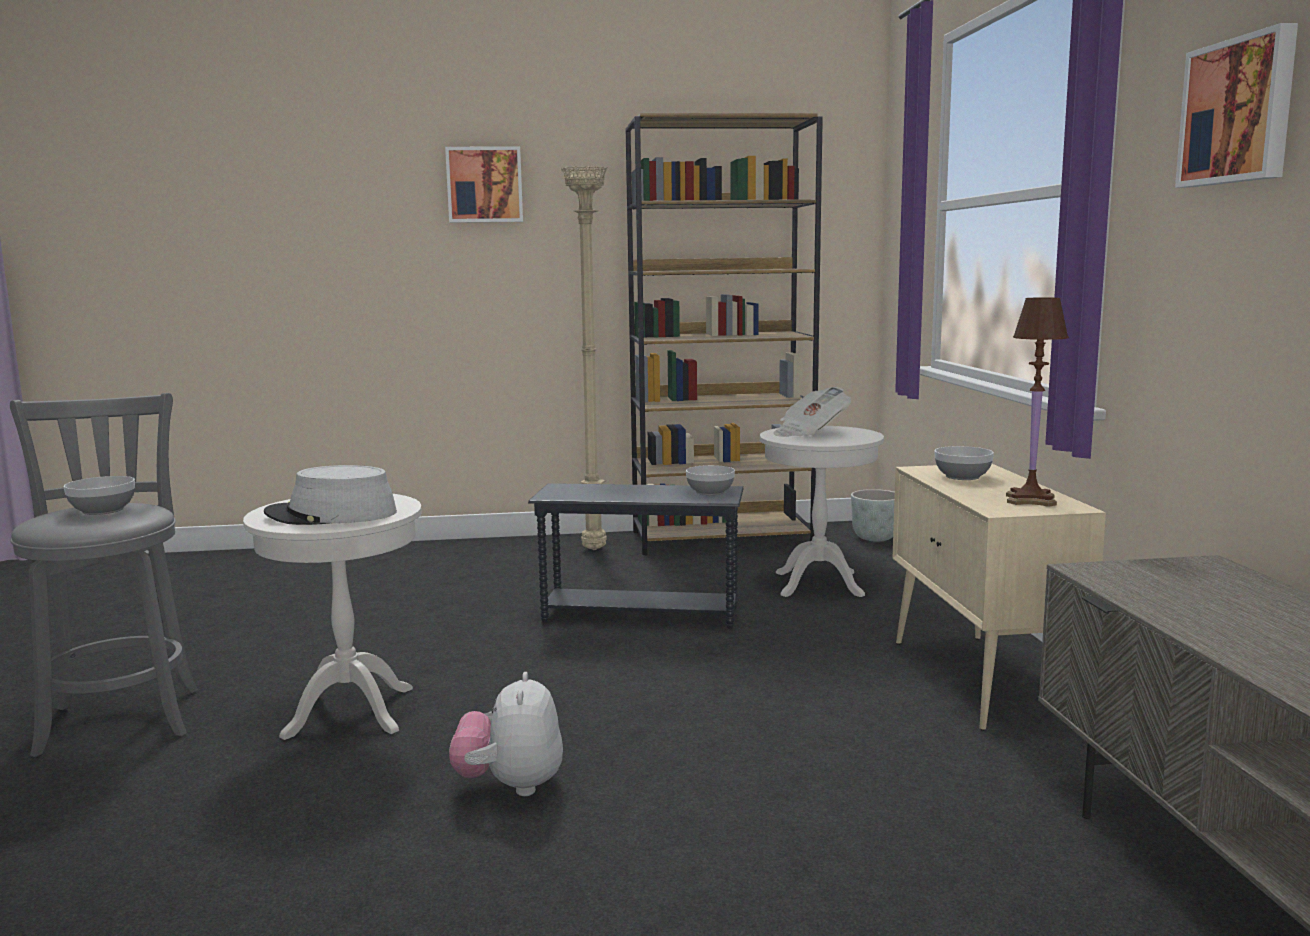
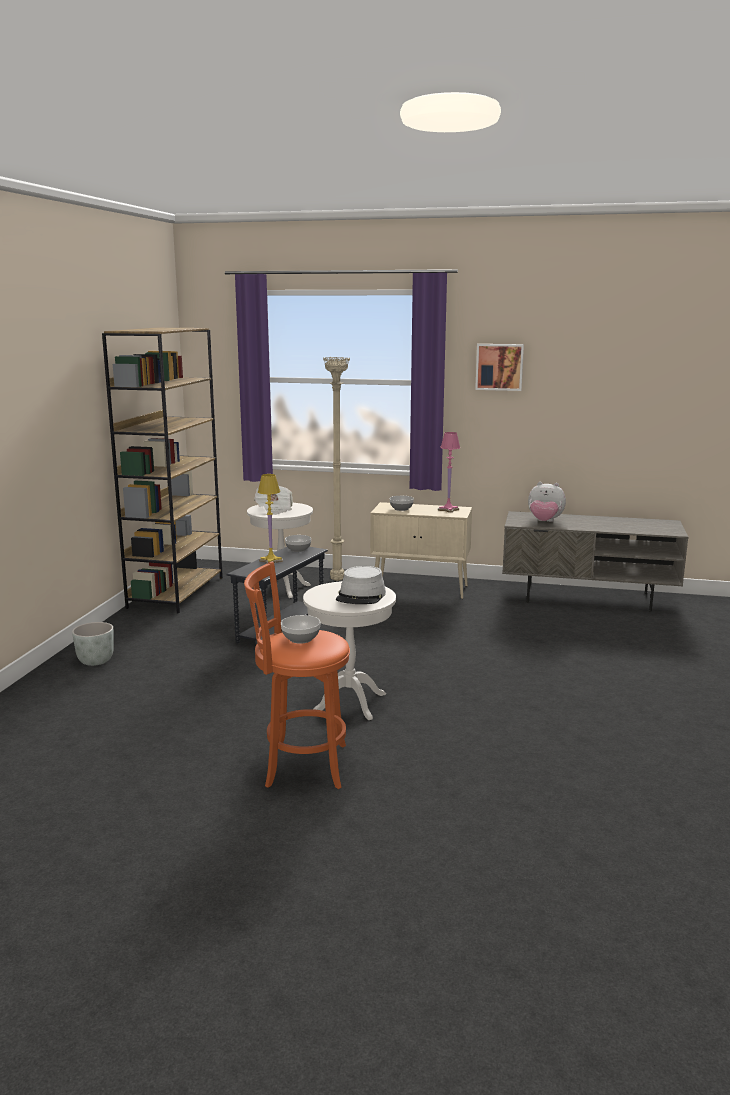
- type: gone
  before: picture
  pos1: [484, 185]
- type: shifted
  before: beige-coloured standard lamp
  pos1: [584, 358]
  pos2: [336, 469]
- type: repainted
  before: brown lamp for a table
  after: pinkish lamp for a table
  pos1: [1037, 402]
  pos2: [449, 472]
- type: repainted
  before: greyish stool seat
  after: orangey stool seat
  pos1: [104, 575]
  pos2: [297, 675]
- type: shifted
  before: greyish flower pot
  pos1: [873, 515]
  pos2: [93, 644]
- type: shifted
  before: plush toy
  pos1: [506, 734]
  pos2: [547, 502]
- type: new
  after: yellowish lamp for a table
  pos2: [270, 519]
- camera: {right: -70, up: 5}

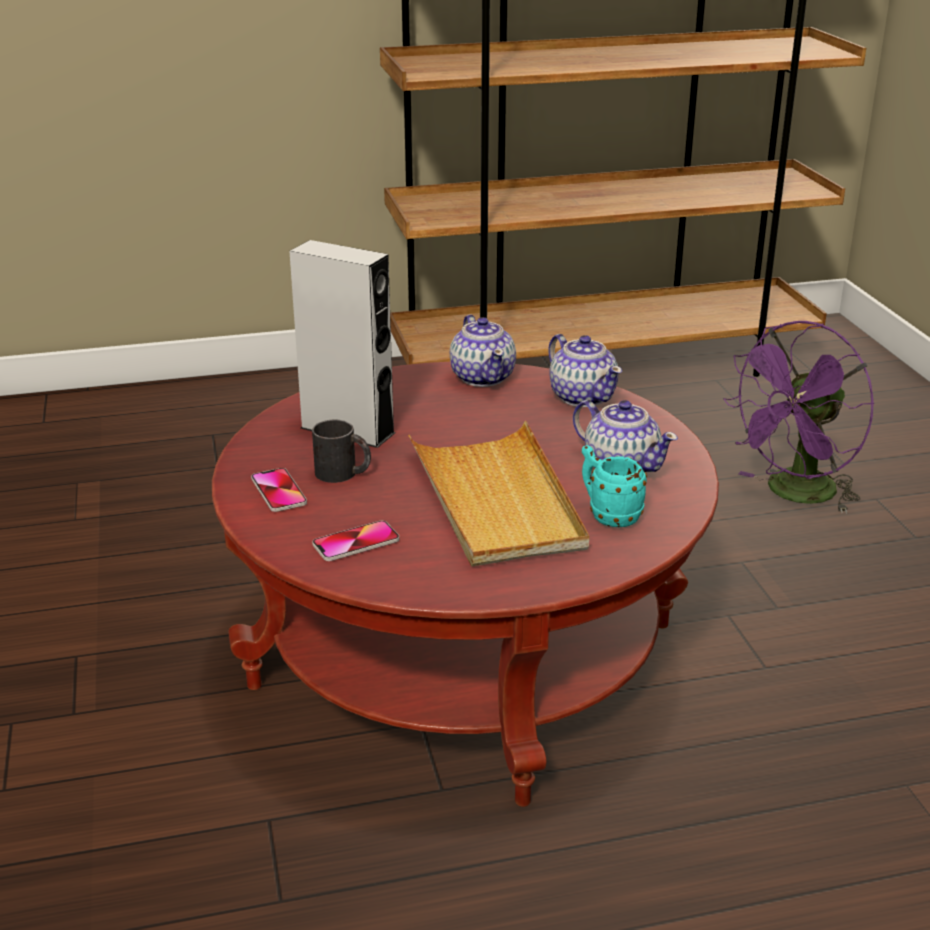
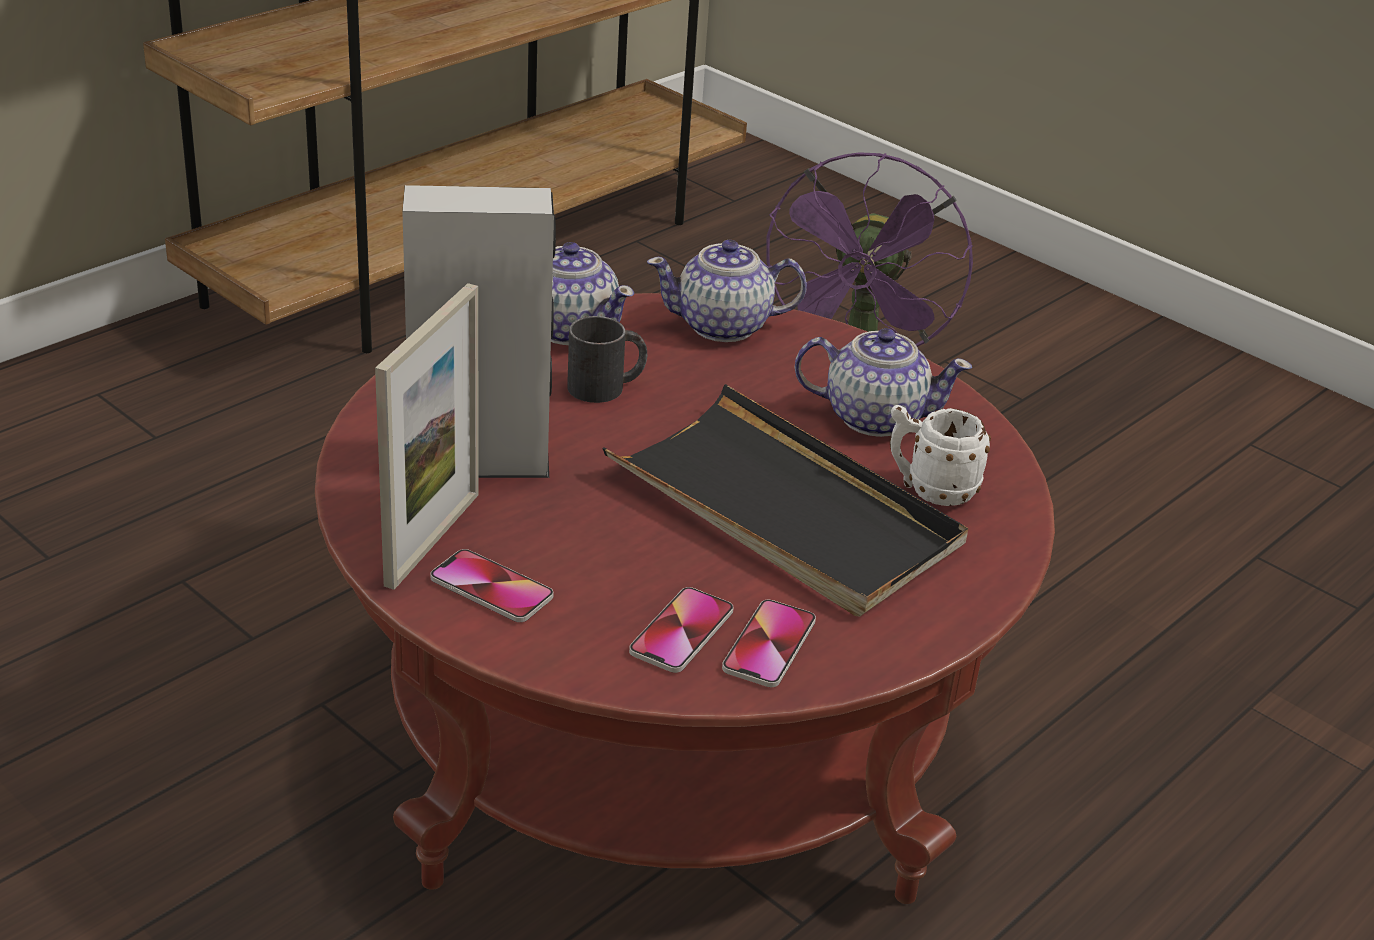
- type: rotated
  before: pot for tea
  pos1: [585, 370]
  pos2: [727, 291]
  turn: 150
- type: shifted
  before: black-coloured tea mug
  pos1: [341, 451]
  pos2: [607, 359]
- type: repainted
  before: beige-coloured serving tray
  after: black-coloured serving tray
  pos1: [498, 494]
  pos2: [785, 500]
- type: repainted
  before: turquoise-coloured tea mug
  after: white tea mug
  pos1: [614, 486]
  pos2: [940, 455]
- type: new
  after: picture frame
  pos2: [427, 436]
- type: new
  after: phone
  pos2: [769, 643]
- camera: {right: -35, up: 5}

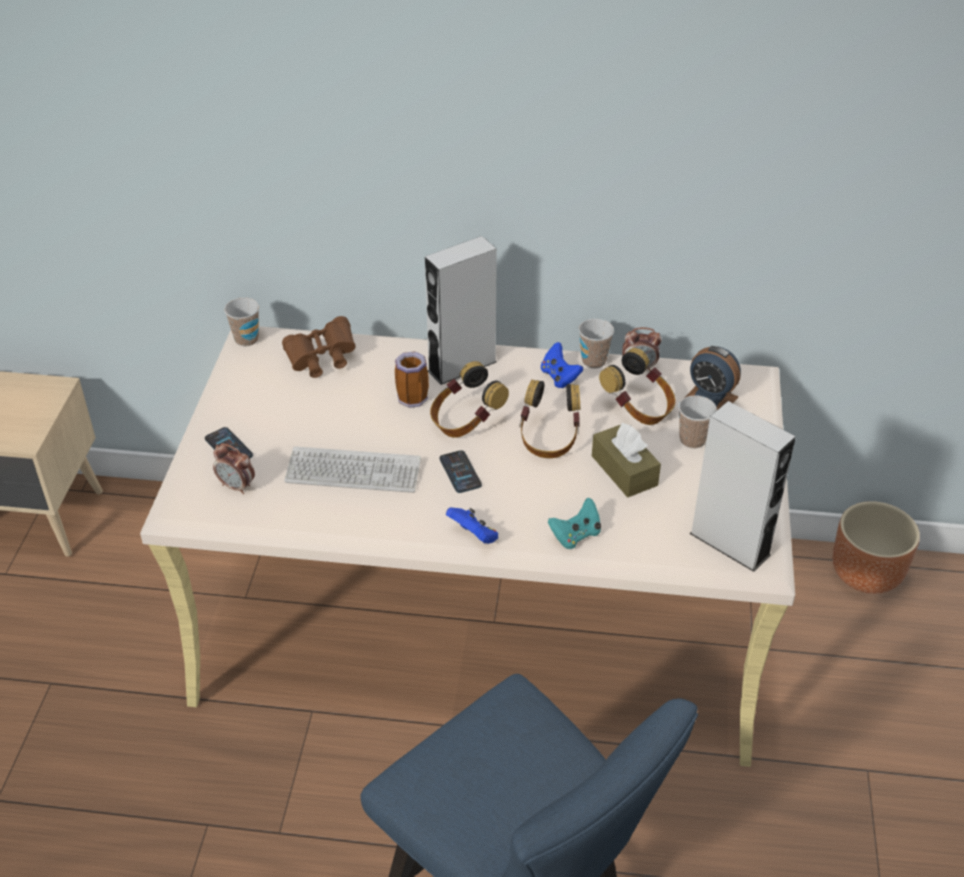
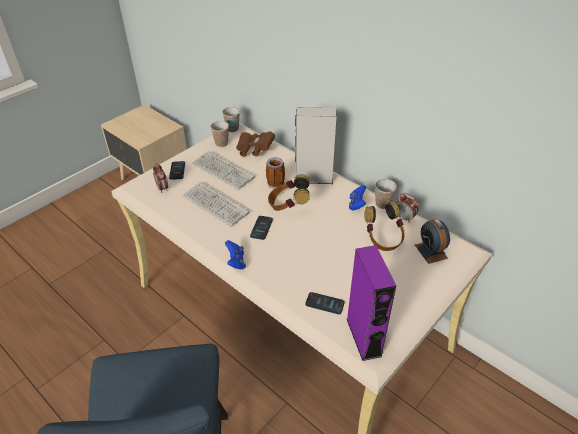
- type: gone
  before: headphones
  pos1: [550, 419]
- type: shifted
  before: small cup
  pos1: [697, 422]
  pos2: [219, 134]
- type: repainted
  before: greyish speaker
  after: purplish speaker
  pos1: [742, 486]
  pos2: [371, 303]
- type: gone
  before: brown tissue box
  pos1: [626, 460]
- type: gone
  before: turquoise-coloured game controller
  pos1: [574, 523]
- type: gone
  before: brown flower pot
  pos1: [876, 547]
- type: new
  after: PC keyboard
  pos2: [223, 170]
- type: new
  after: phone
  pos2: [325, 303]
- camera: {right: 35, up: 0}

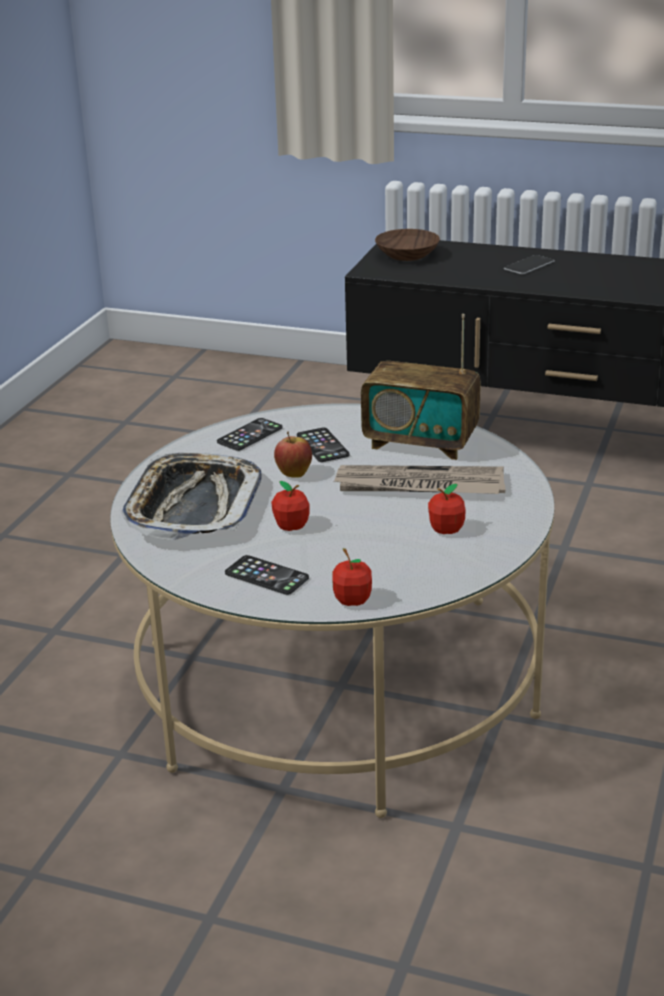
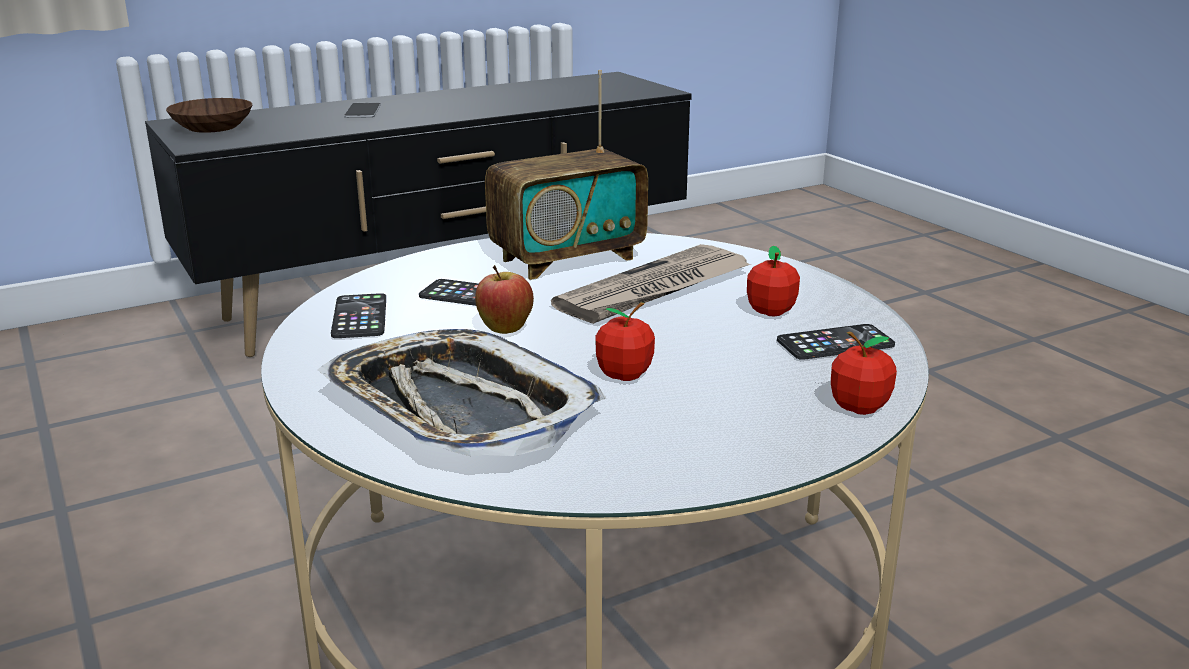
- type: shifted
  before: phone
  pos1: [267, 575]
  pos2: [836, 342]
- camera: {right: -50, up: -5}

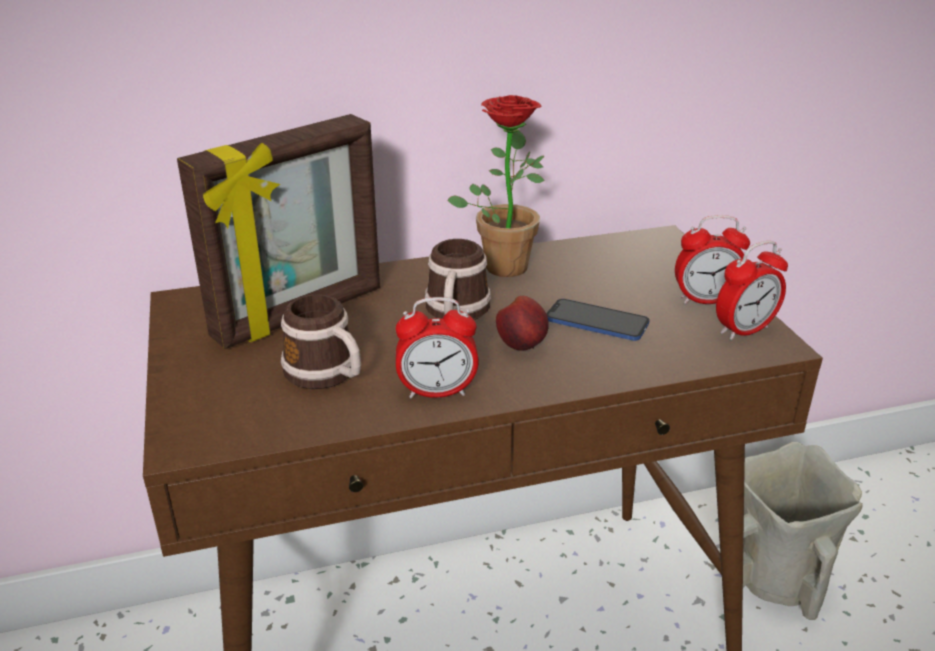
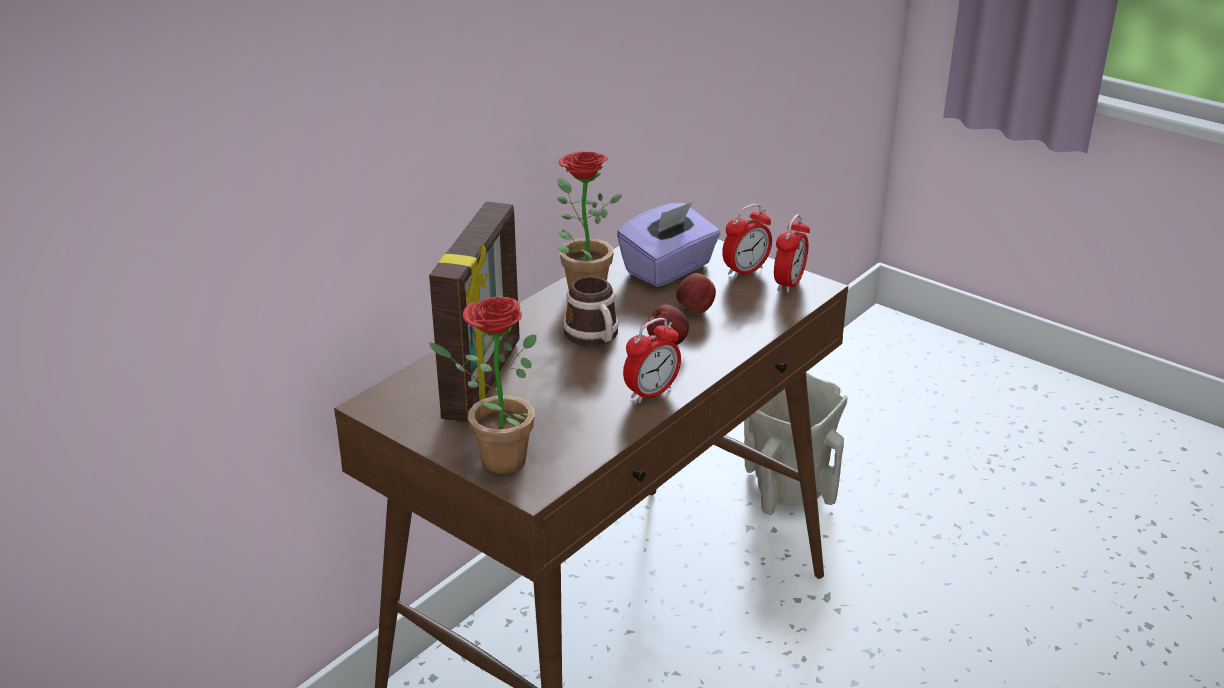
- type: gone
  before: tea mug
  pos1: [321, 341]
- type: swapped
  before: phone
  after: whole apple
  pos1: [598, 320]
  pos2: [696, 293]
- type: new
  after: purplish tissue box
  pos2: [669, 244]
- type: new
  after: plant in a pot
  pos2: [482, 385]
- camera: {right: -35, up: 0}

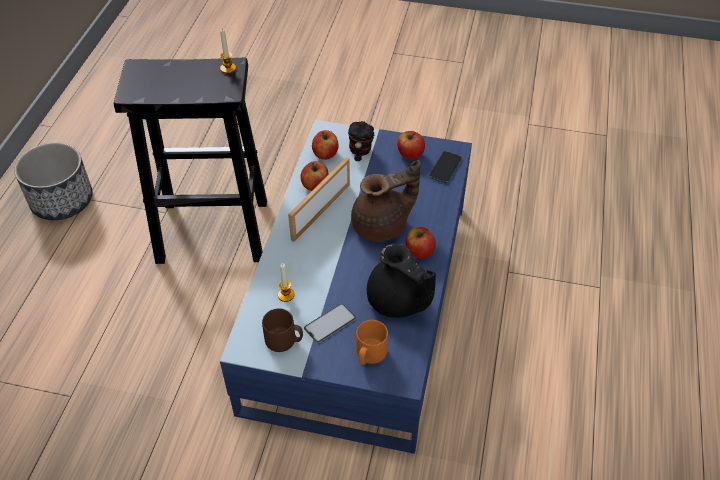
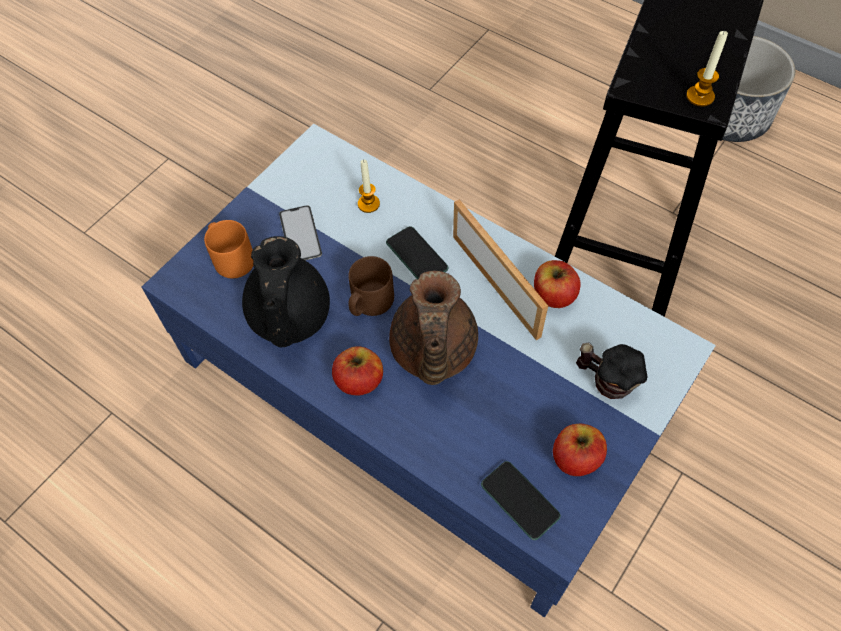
- type: gone
  before: whole apple
  pos1: [325, 145]
- type: rotated
  before: black-coloured pot for tea
  pos1: [401, 280]
  pos2: [286, 291]
  turn: -75
- type: shifted
  before: brown tea mug
  pos1: [282, 330]
  pos2: [371, 286]
- type: new
  after: phone
  pos2: [417, 252]
- camera: {right: 115, up: 10}

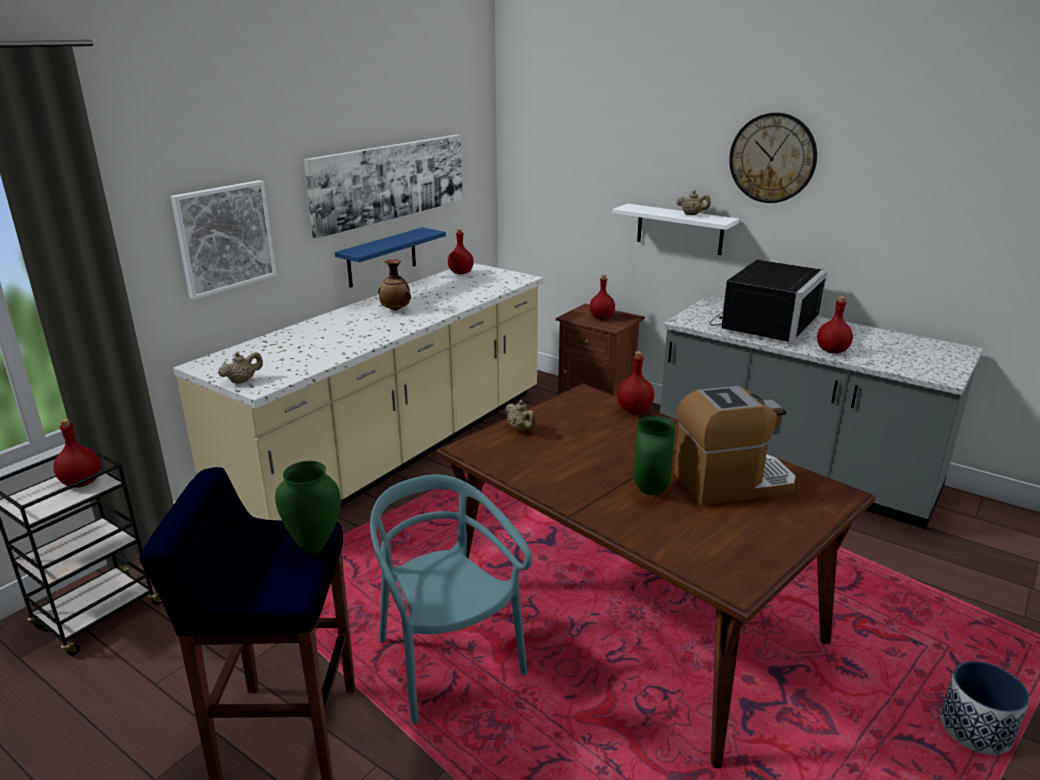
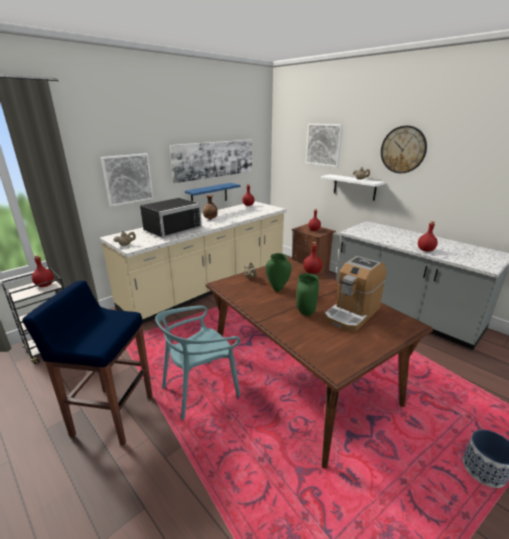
- type: shifted
  before: black-coloured microwave oven
  pos1: [769, 301]
  pos2: [171, 218]
- type: rotated
  before: coffee brewer
  pos1: [735, 446]
  pos2: [355, 294]
  turn: 135
- type: shifted
  before: green flower vase
  pos1: [308, 507]
  pos2: [279, 272]
- type: rotated
  before: turquoise-coloured plain chair
  pos1: [451, 599]
  pos2: [198, 362]
  turn: -105
- type: new
  after: picture
  pos2: [324, 145]
- camera: {right: 10, up: 0}

